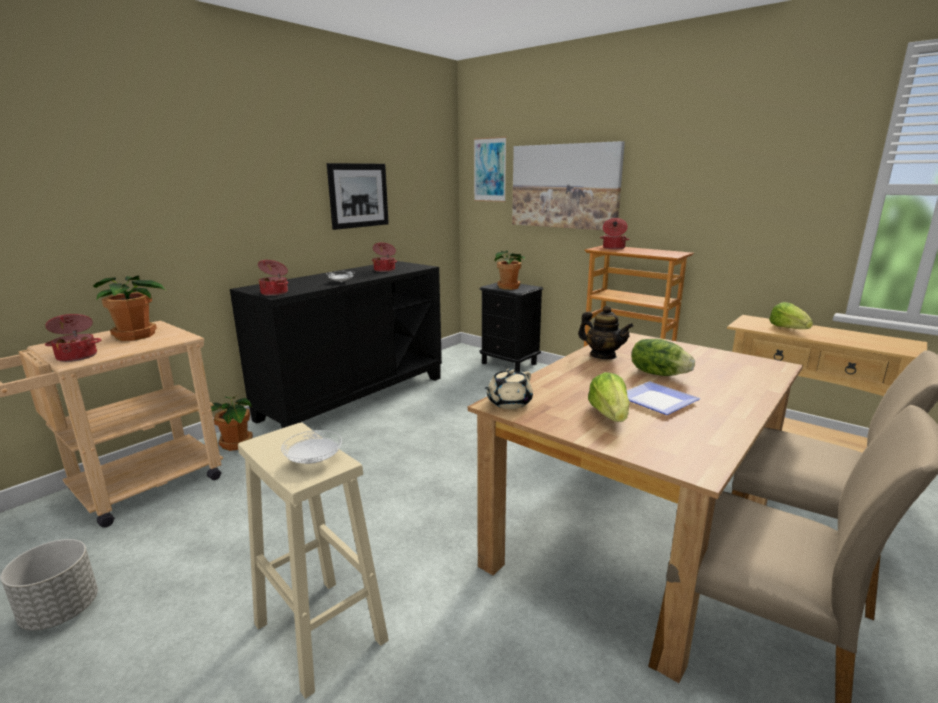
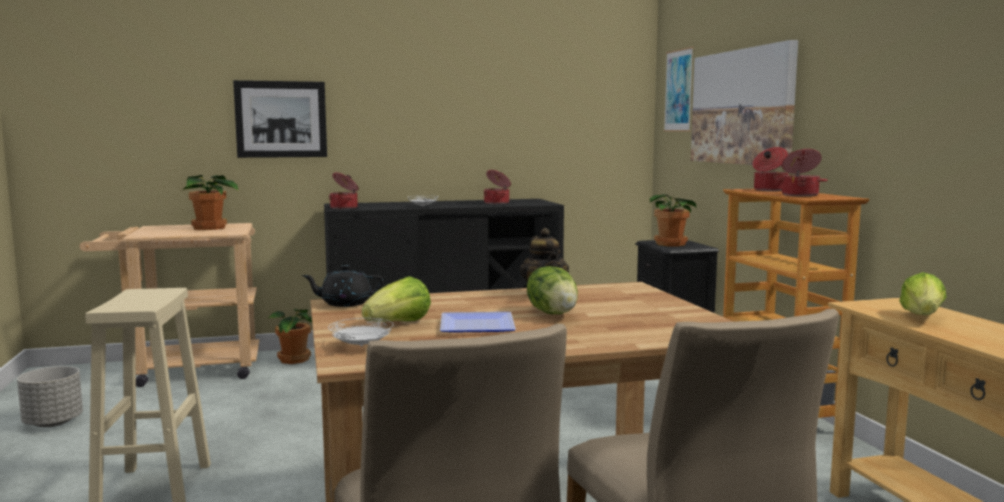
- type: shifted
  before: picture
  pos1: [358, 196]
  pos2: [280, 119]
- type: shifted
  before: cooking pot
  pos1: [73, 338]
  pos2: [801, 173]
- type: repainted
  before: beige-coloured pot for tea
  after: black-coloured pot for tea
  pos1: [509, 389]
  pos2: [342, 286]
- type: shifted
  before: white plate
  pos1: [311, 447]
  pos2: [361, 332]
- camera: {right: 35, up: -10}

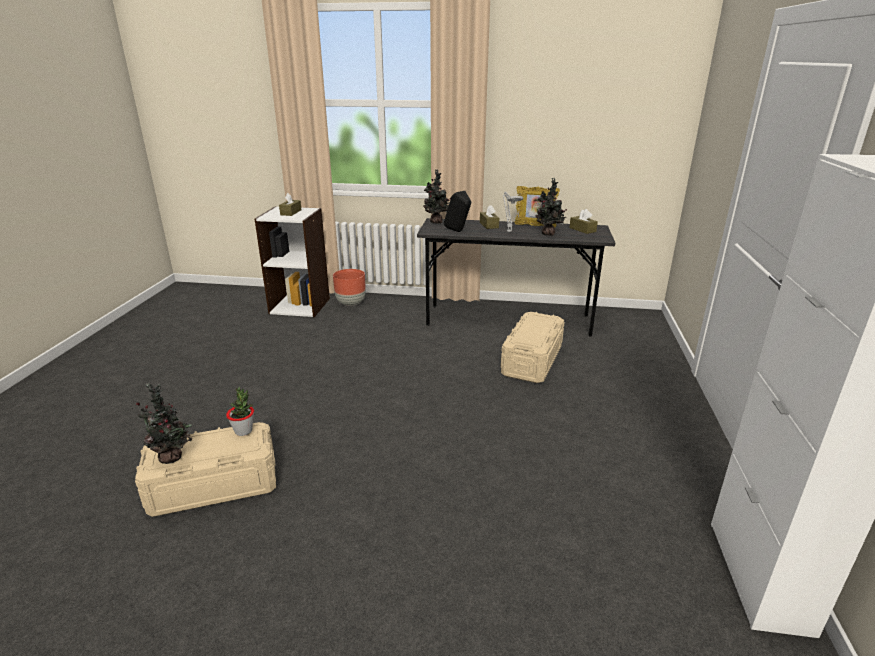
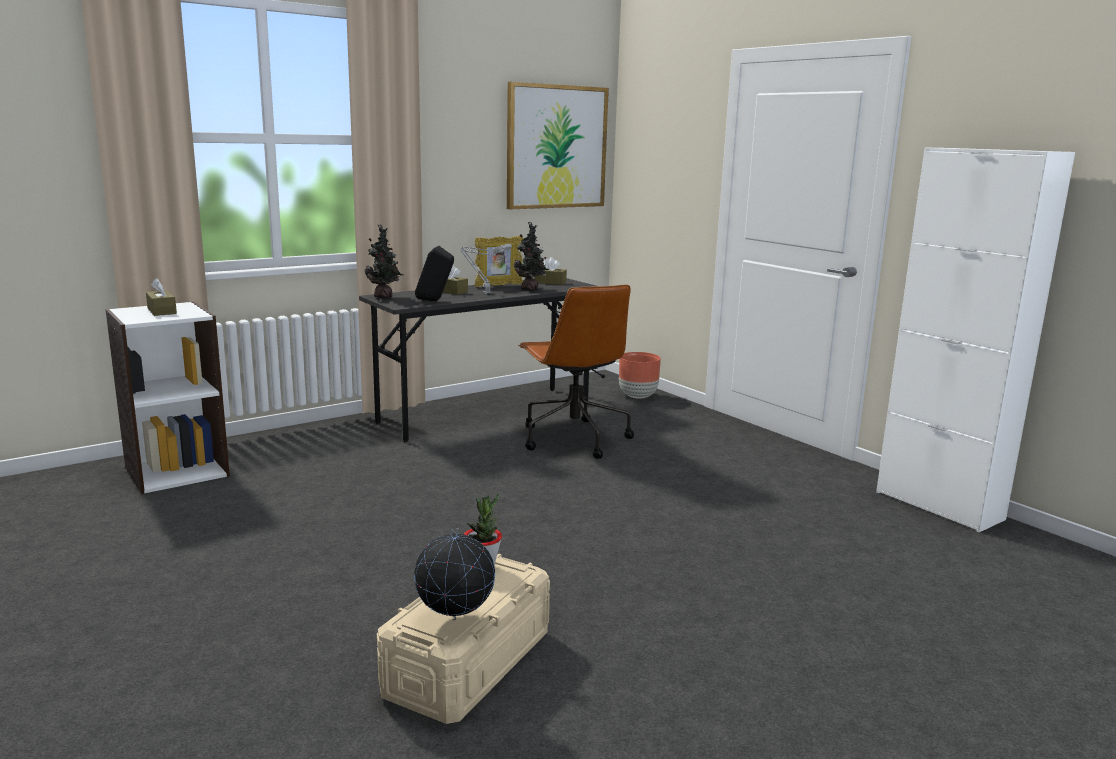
- type: shifted
  before: brown flower pot
  pos1: [349, 287]
  pos2: [640, 375]
- type: swapped
  before: beige-coloured storage container
  after: brown office chair
  pos1: [533, 347]
  pos2: [576, 372]
- type: swapped
  before: plant in a pot
  after: world globe
  pos1: [164, 423]
  pos2: [454, 574]
- type: new
  after: picture
  pos2: [558, 145]
- camera: {right: -45, up: -10}

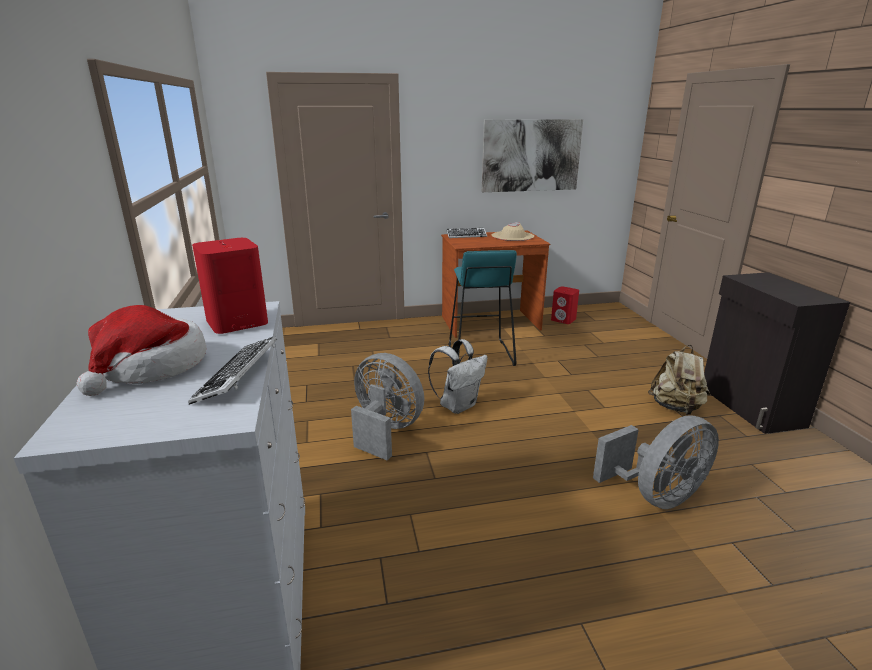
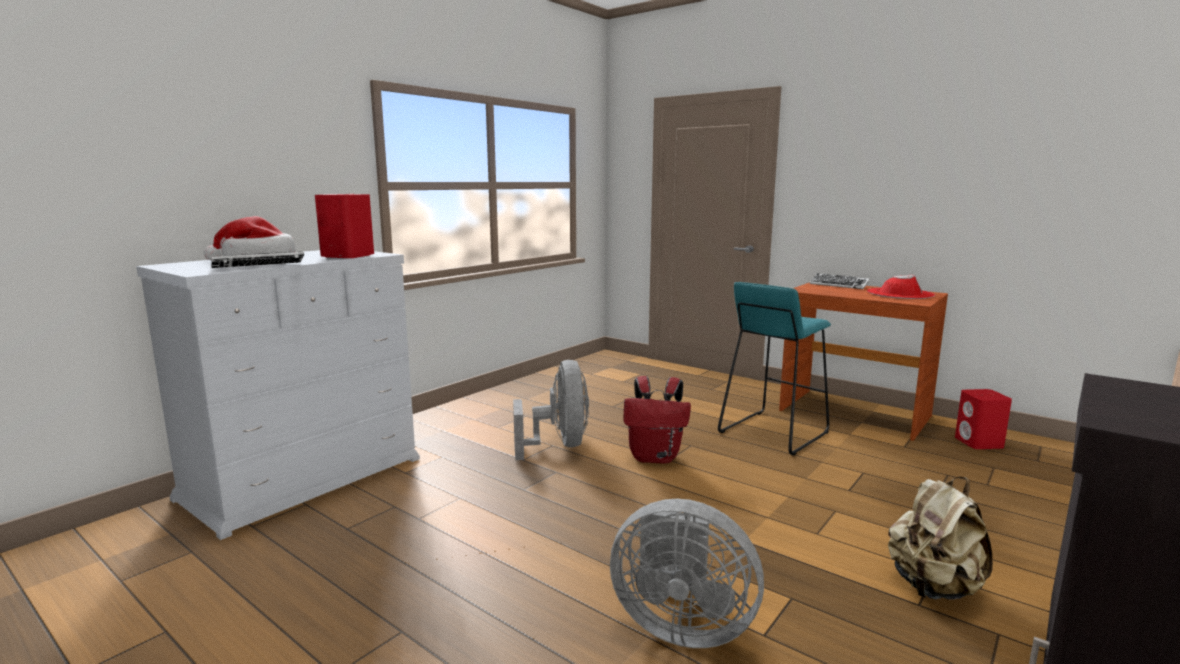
- type: gone
  before: picture
  pos1: [532, 155]
- type: repainted
  before: beige-coloured hat
  after: red-coloured hat
  pos1: [513, 231]
  pos2: [901, 287]
- type: repainted
  before: white backpack
  after: red-coloured backpack
  pos1: [458, 376]
  pos2: [657, 420]
- camera: {right: 50, up: -10}

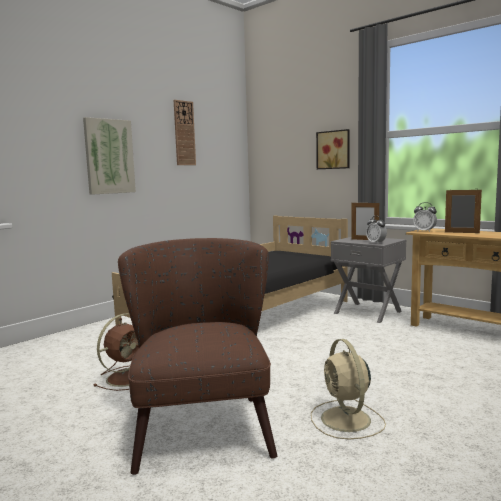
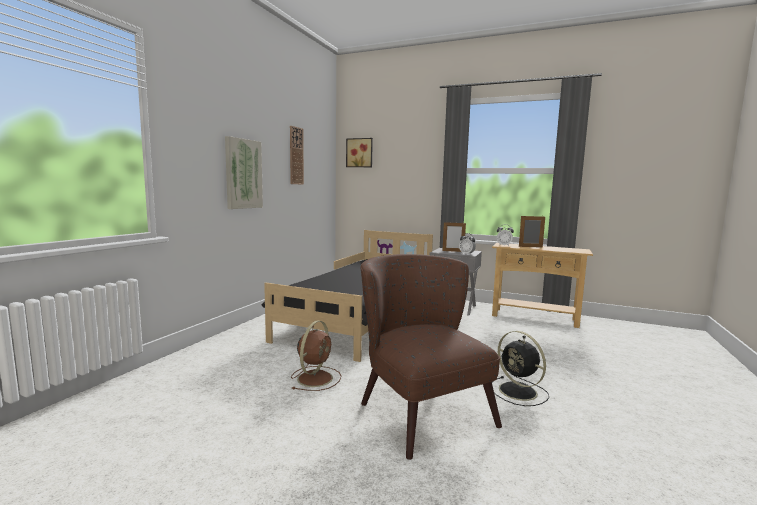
- type: shifted
  before: picture
  pos1: [333, 149]
  pos2: [359, 152]
- type: repainted
  before: beige-coloured fan
  after: black-coloured fan
  pos1: [348, 389]
  pos2: [520, 368]
- camera: {right: -20, up: 0}

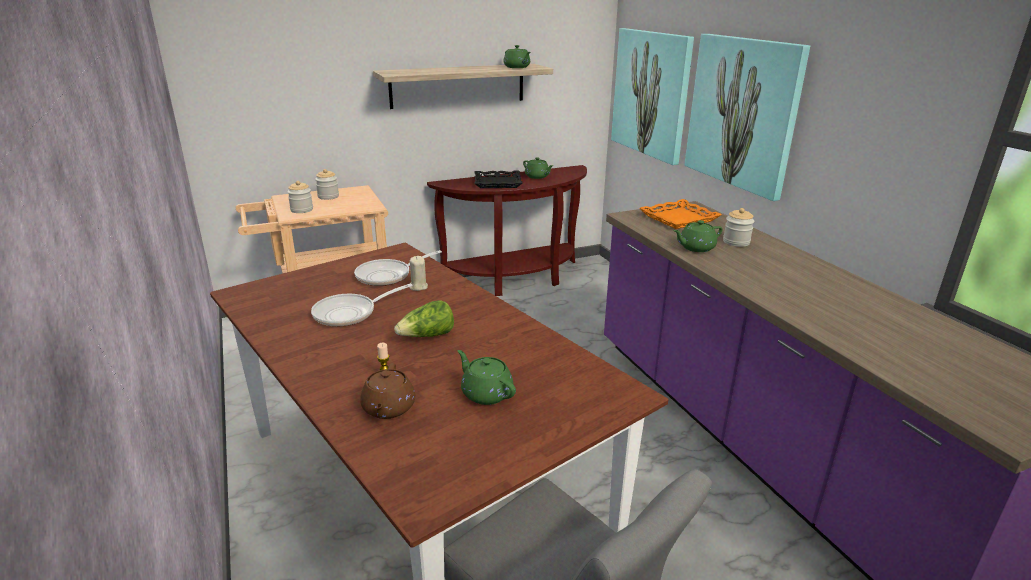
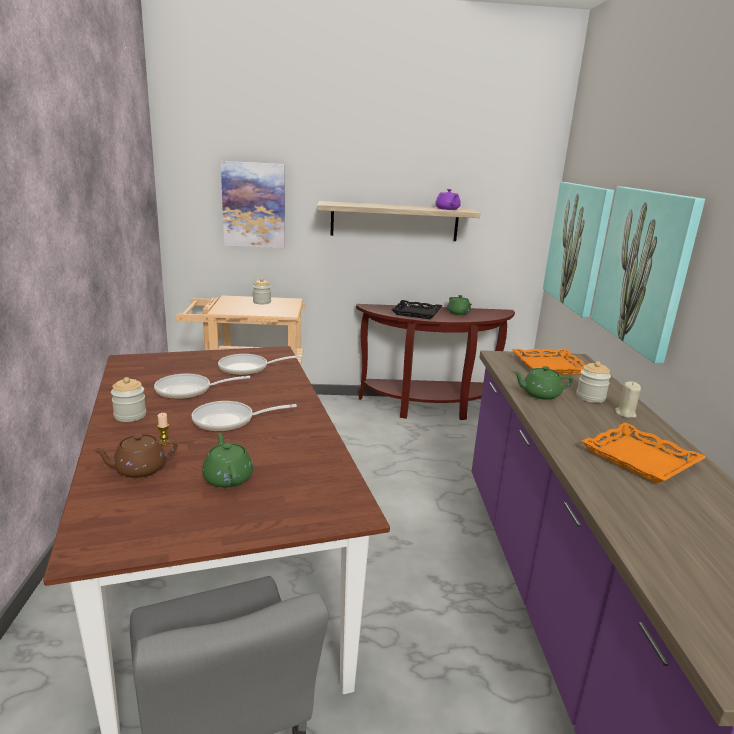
- type: repainted
  before: green pot for tea
  after: purplish pot for tea
  pos1: [516, 56]
  pos2: [448, 199]
- type: shifted
  before: preserve jar
  pos1: [300, 197]
  pos2: [128, 399]
- type: shifted
  before: beige-coloured wax candle
  pos1: [418, 273]
  pos2: [628, 399]
- type: swapped
  before: lettuce
  after: skillet
  pos1: [424, 318]
  pos2: [244, 416]
- type: rotated
  before: brown pot for tea
  pos1: [387, 391]
  pos2: [135, 456]
  turn: 45
- type: new
  after: picture
  pos2: [253, 204]
- type: new
  after: orangey serving tray
  pos2: [643, 452]
- camera: {right: 20, up: -5}

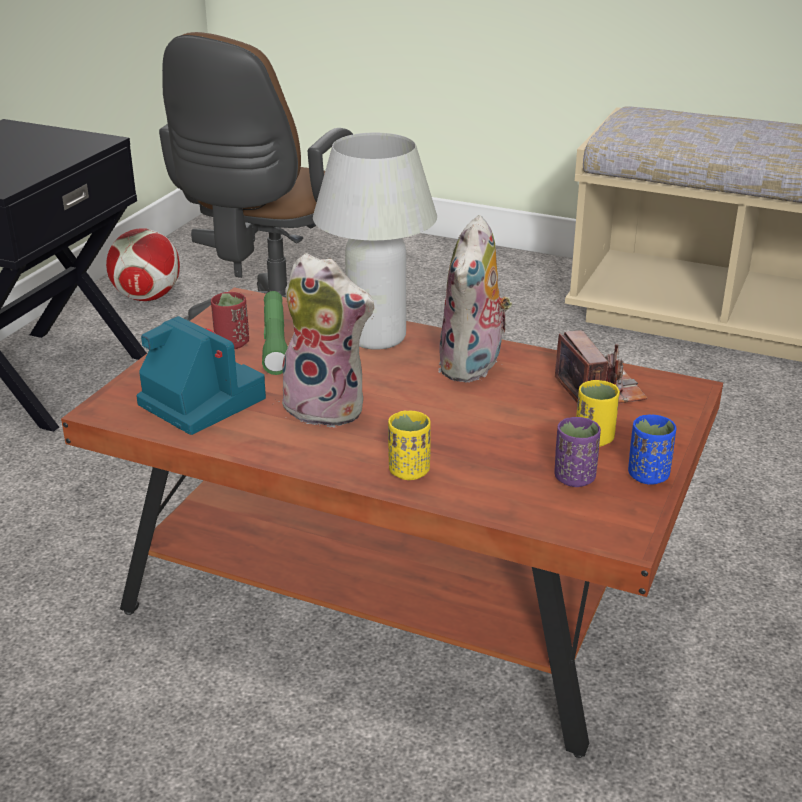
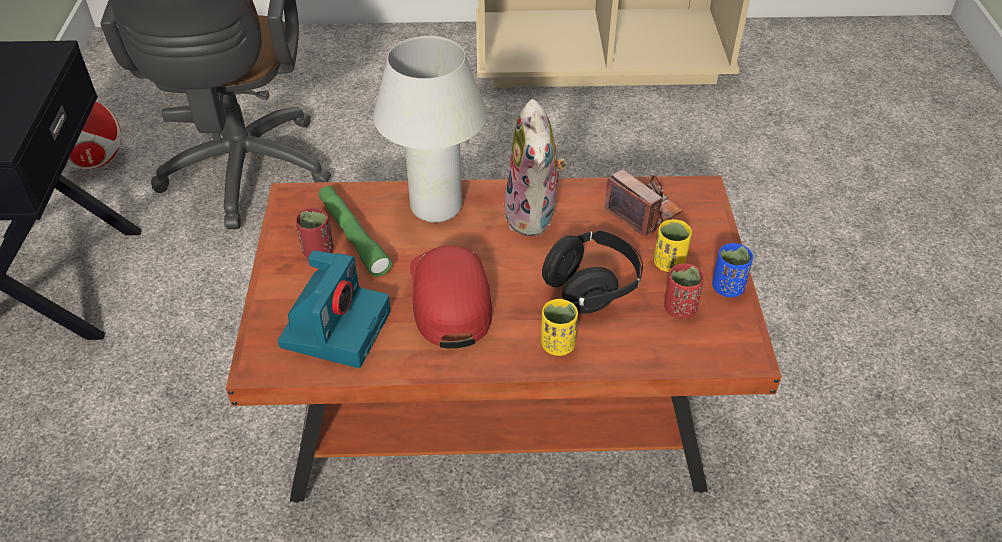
- type: swapped
  before: plush toy
  after: red-coloured peaked cap
  pos1: [328, 340]
  pos2: [451, 297]
- type: rotated
  before: photo camera
  pos1: [201, 375]
  pos2: [334, 309]
  turn: 90
- type: repainted
  before: purplish small cup
  after: red-coloured small cup
  pos1: [577, 452]
  pos2: [684, 290]
- type: new
  after: black-coloured headphones
  pos2: [592, 272]
- camera: {right: -25, up: 15}

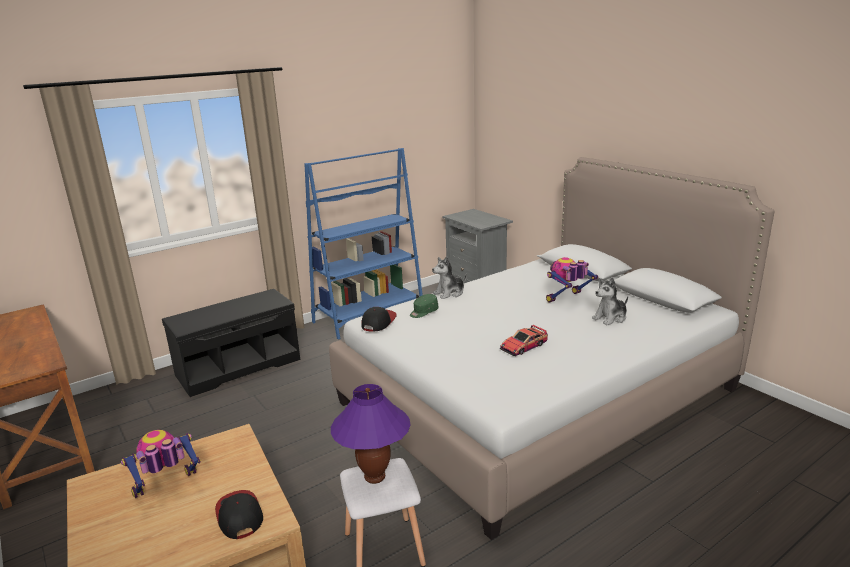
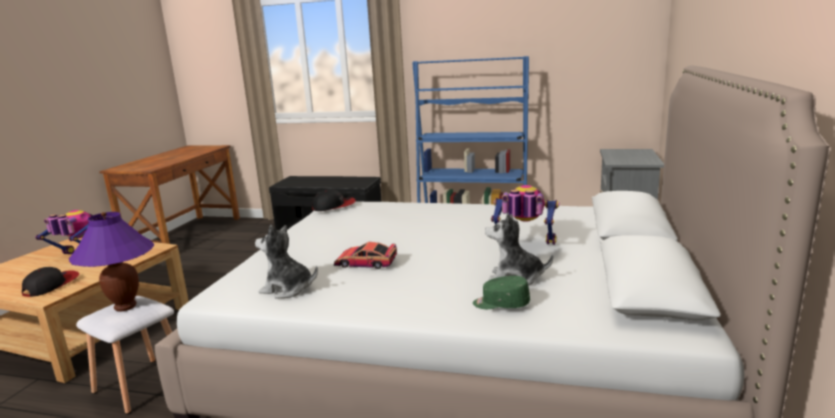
- type: shifted
  before: plush toy
  pos1: [449, 277]
  pos2: [286, 262]
- type: shifted
  before: green peaked cap
  pos1: [424, 306]
  pos2: [501, 292]
- camera: {right: 50, up: -5}

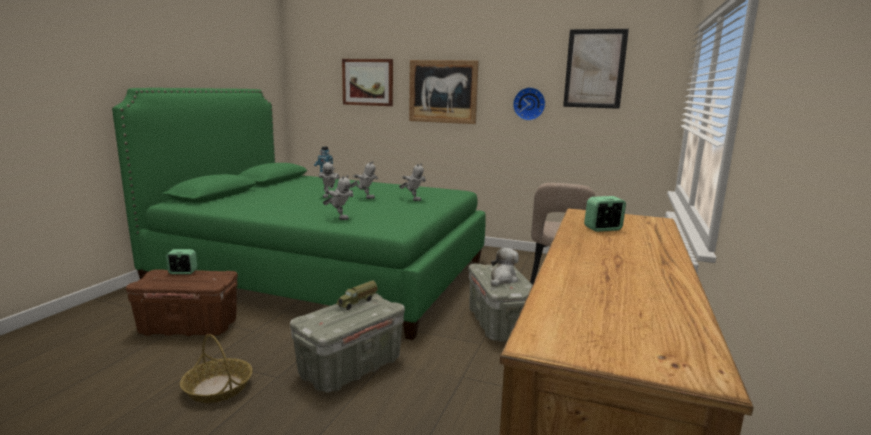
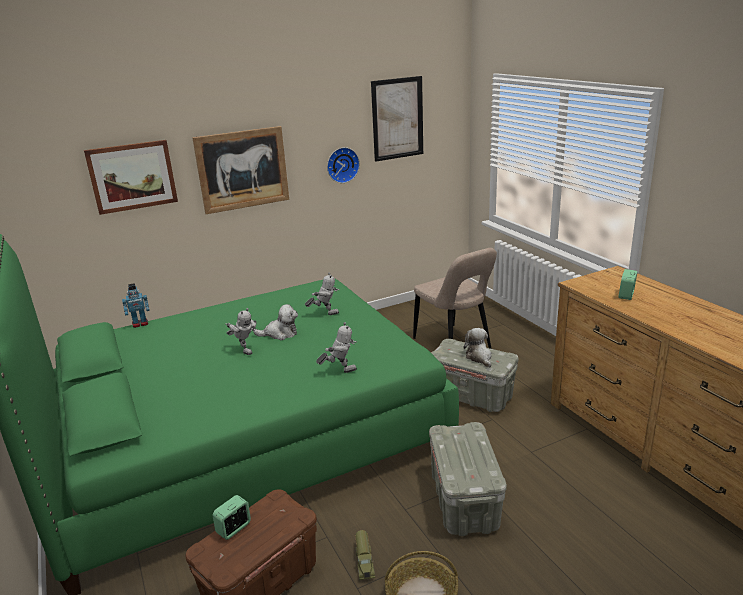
- type: swapped
  before: model robot
  after: plush toy
  pos1: [364, 180]
  pos2: [275, 322]
- type: shifted
  before: toy truck
  pos1: [356, 295]
  pos2: [365, 555]
- camera: {right: -45, up: 10}

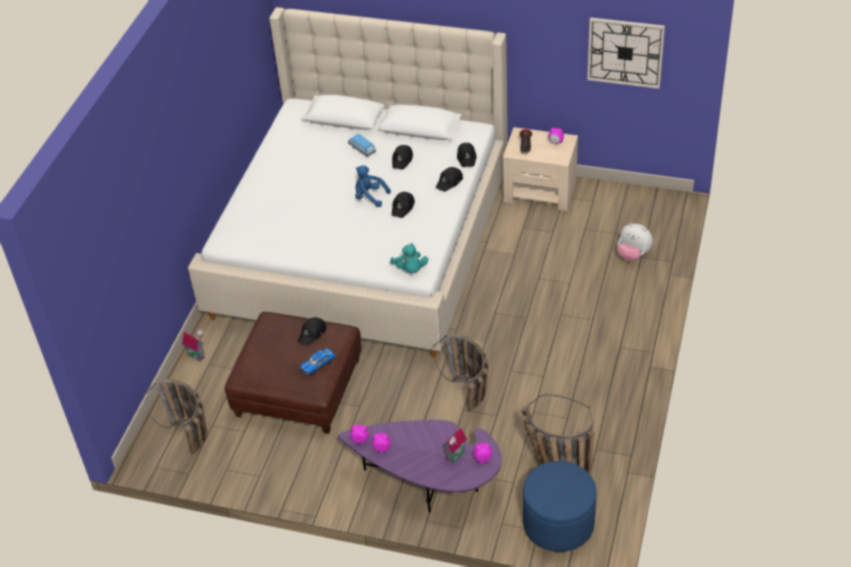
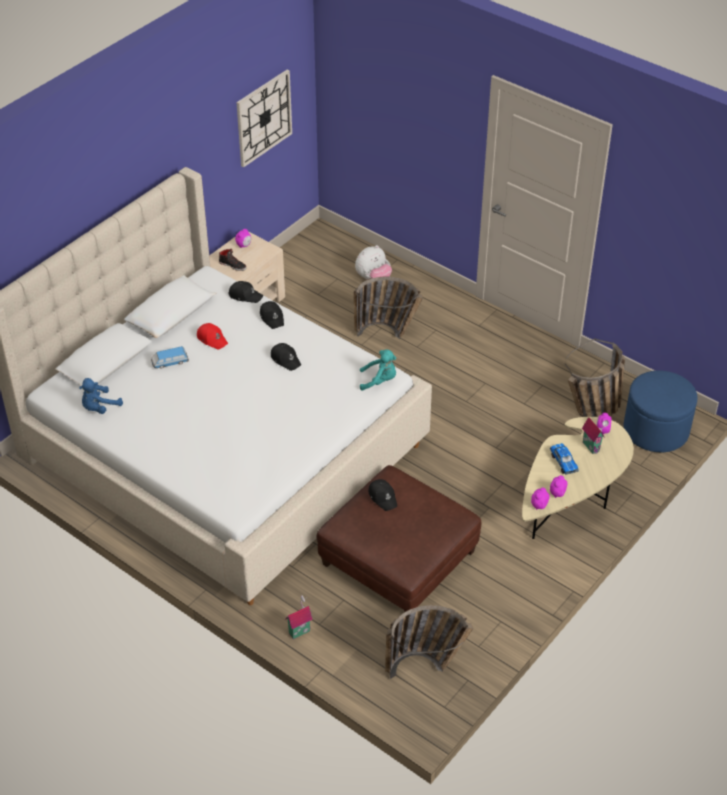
- type: repainted
  before: black-coloured peaked cap
  after: red-coloured peaked cap
  pos1: [402, 157]
  pos2: [212, 336]
- type: shifted
  before: blue plush toy
  pos1: [373, 186]
  pos2: [101, 396]
- type: shifted
  before: storage basket
  pos1: [460, 373]
  pos2: [388, 308]
- type: shifted
  before: model car
  pos1: [318, 362]
  pos2: [564, 458]
- type: repainted
  before: purplish low table
  after: beige-coloured low table
  pos1: [420, 466]
  pos2: [578, 478]
- camera: {right: -70, up: 0}

